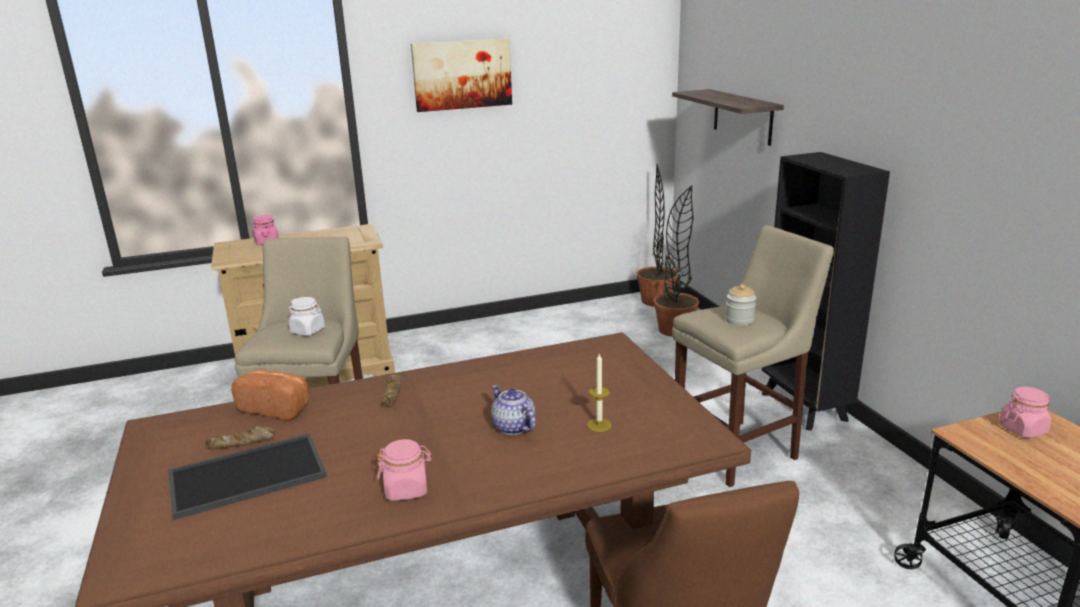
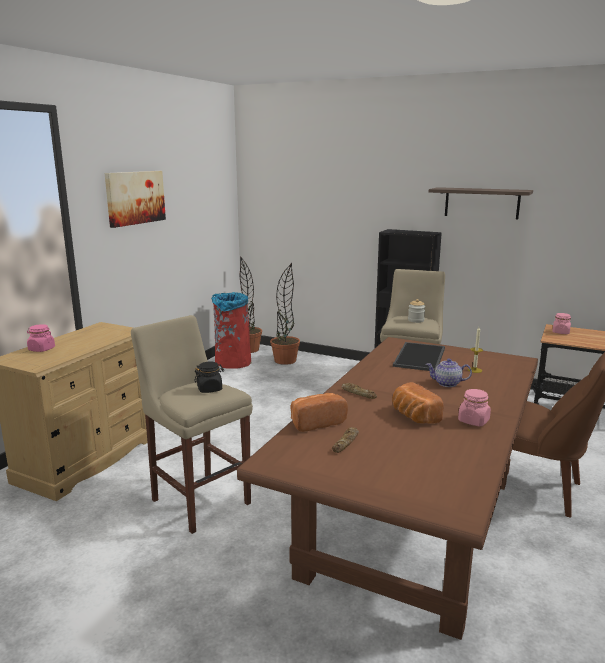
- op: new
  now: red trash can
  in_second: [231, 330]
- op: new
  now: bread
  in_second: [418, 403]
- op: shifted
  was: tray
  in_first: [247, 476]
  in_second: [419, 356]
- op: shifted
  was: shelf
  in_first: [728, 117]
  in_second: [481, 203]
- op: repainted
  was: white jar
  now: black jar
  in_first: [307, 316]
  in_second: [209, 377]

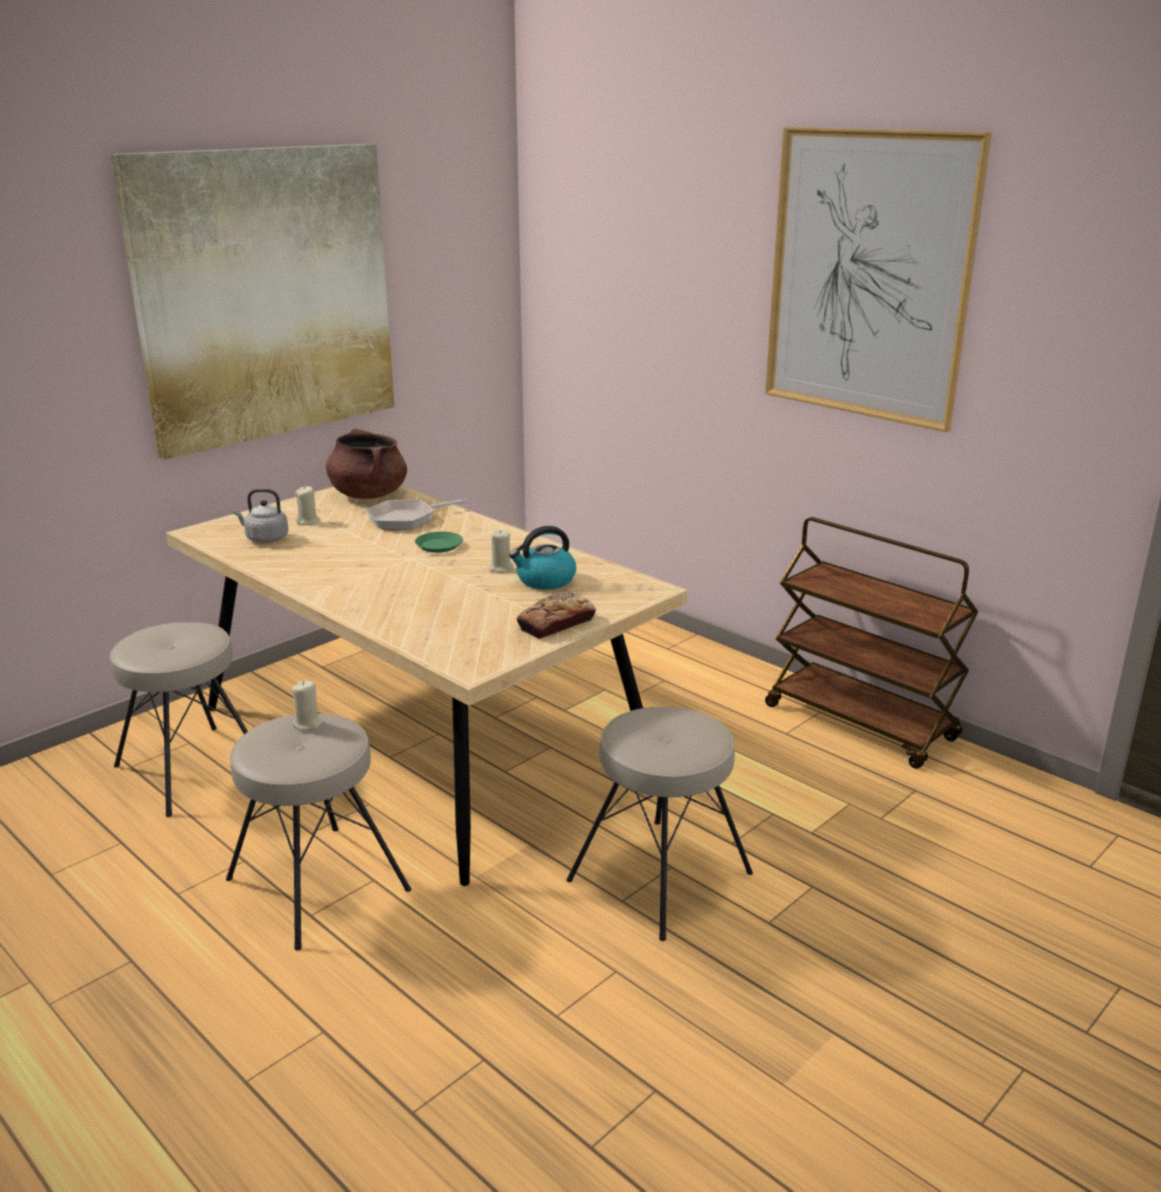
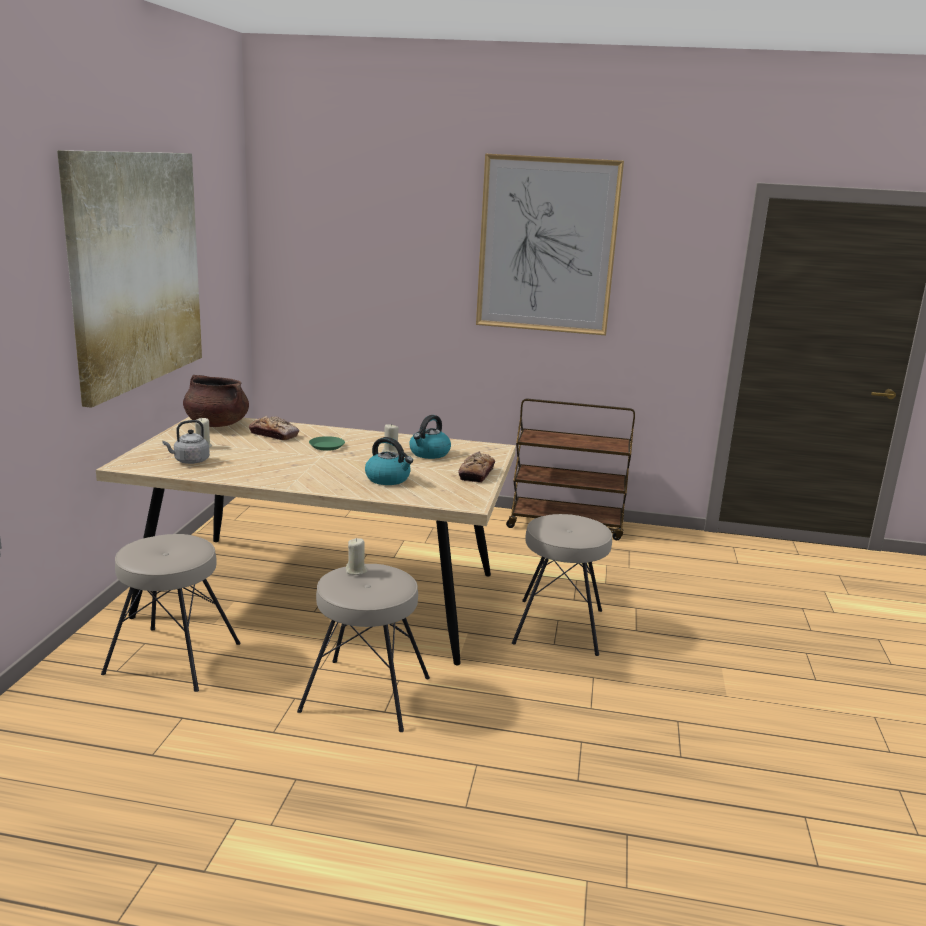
- op: new
  now: kettle
  in_second: [389, 461]
- op: swapped
  was: frying pan
  now: bread
  in_first: [416, 514]
  in_second: [274, 428]

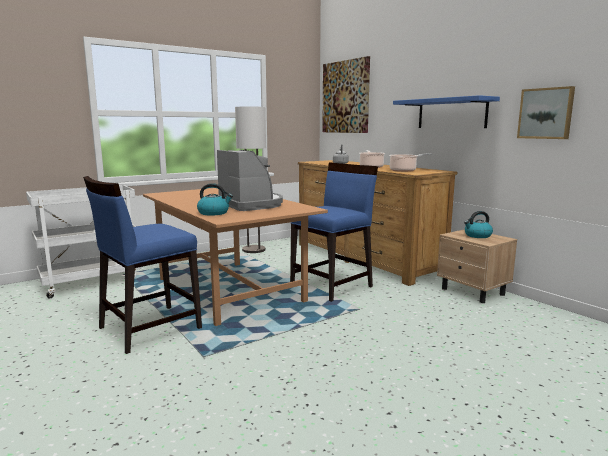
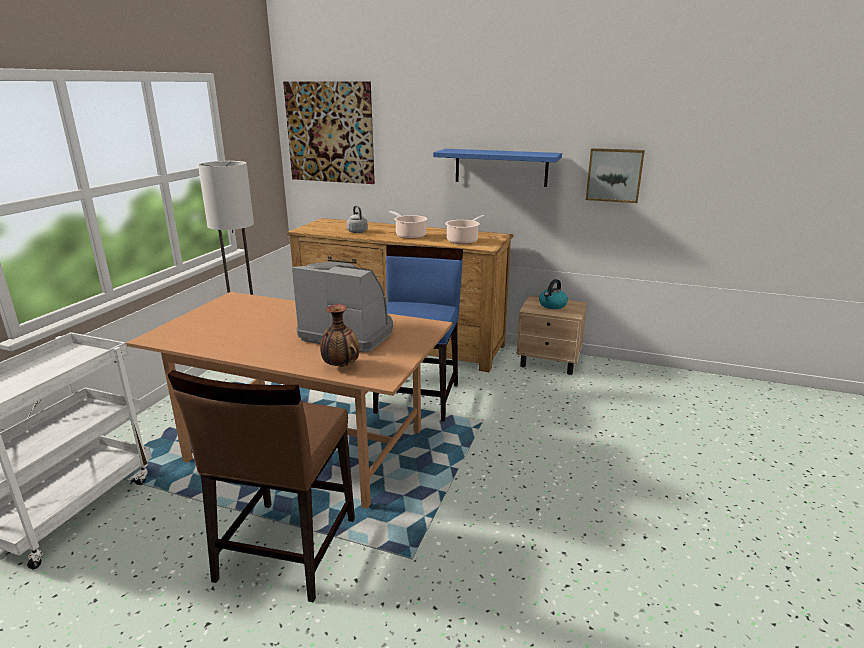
- op: swapped
  was: kettle
  now: vase
  in_first: [215, 199]
  in_second: [340, 335]
- op: repainted
  was: blue chair
  now: brown chair
  in_first: [142, 265]
  in_second: [261, 486]

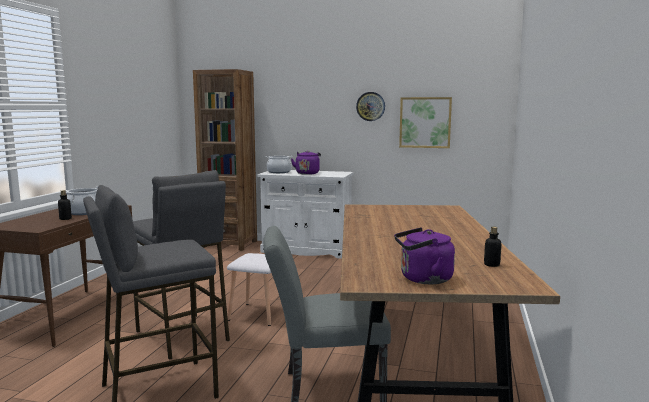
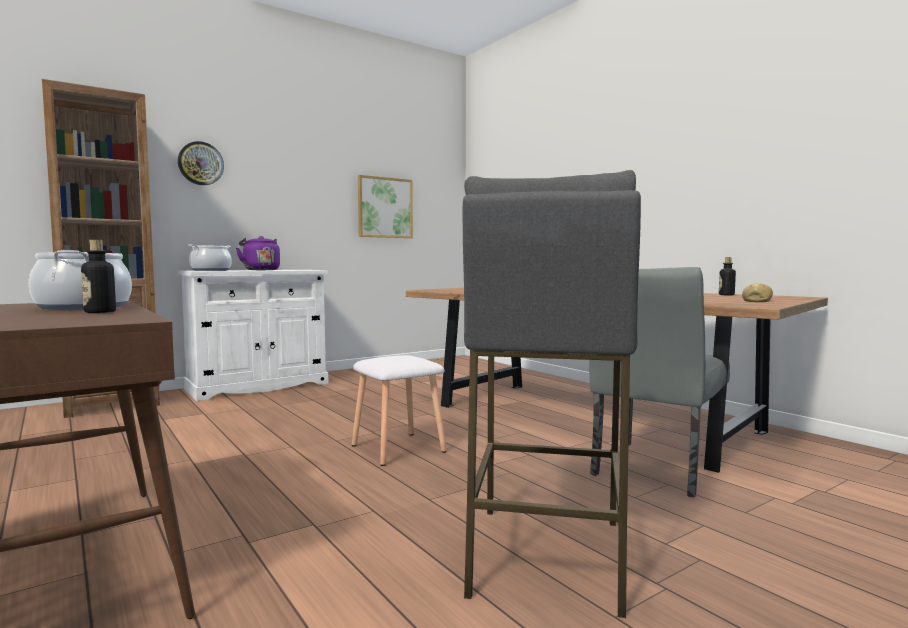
- op: gone
  was: grey stool
  in_first: [181, 265]
- op: shifted
  was: wall clock
  in_first: [370, 106]
  in_second: [201, 163]
- op: swapped
  was: purple kettle
  now: bread
  in_first: [424, 255]
  in_second: [757, 292]

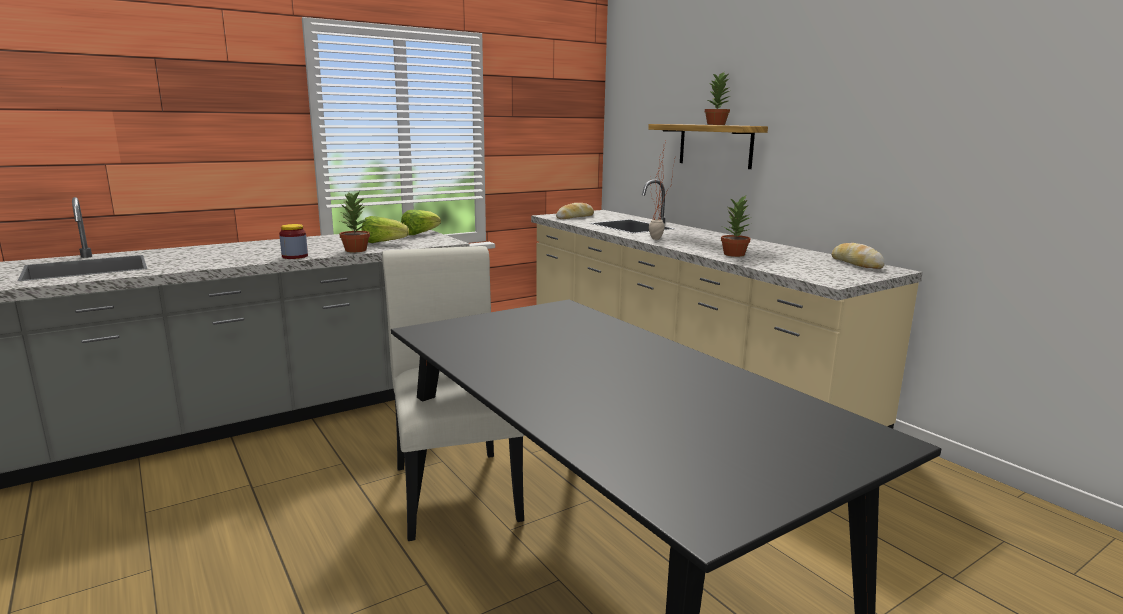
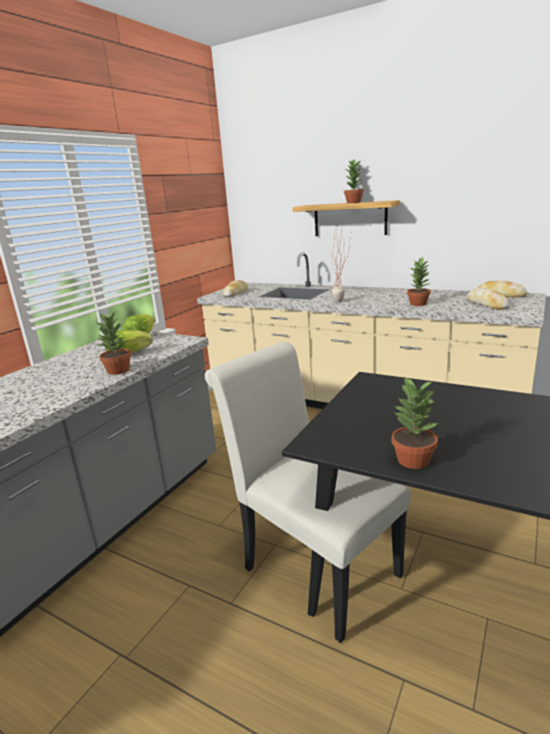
- op: gone
  was: jar
  in_first: [293, 241]
- op: new
  now: potted plant
  in_second: [415, 422]
- op: new
  now: bread
  in_second: [488, 299]

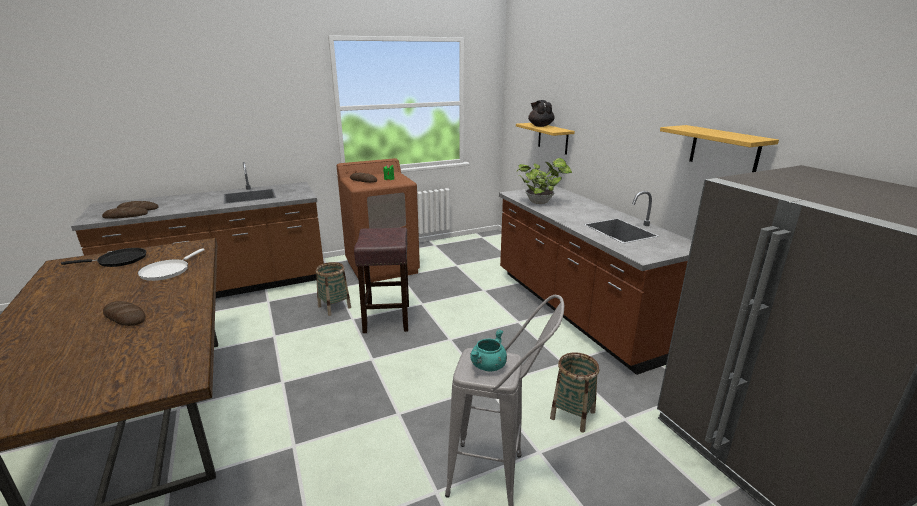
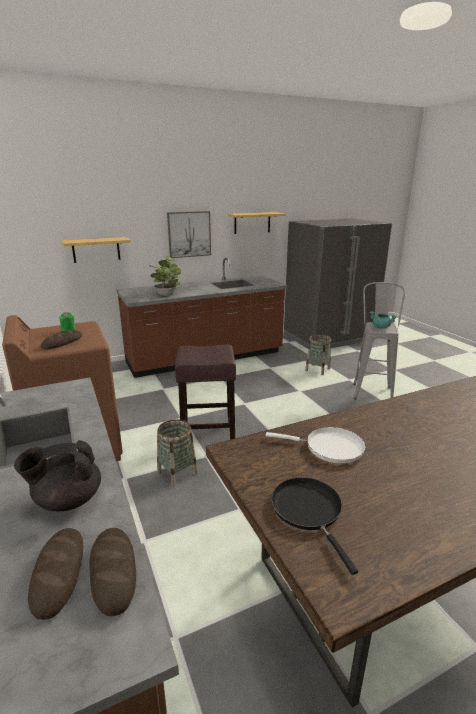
- op: gone
  was: bread
  in_first: [124, 313]
- op: new
  now: picture
  in_second: [189, 234]
- op: shifted
  was: black teapot
  in_first: [541, 113]
  in_second: [57, 475]

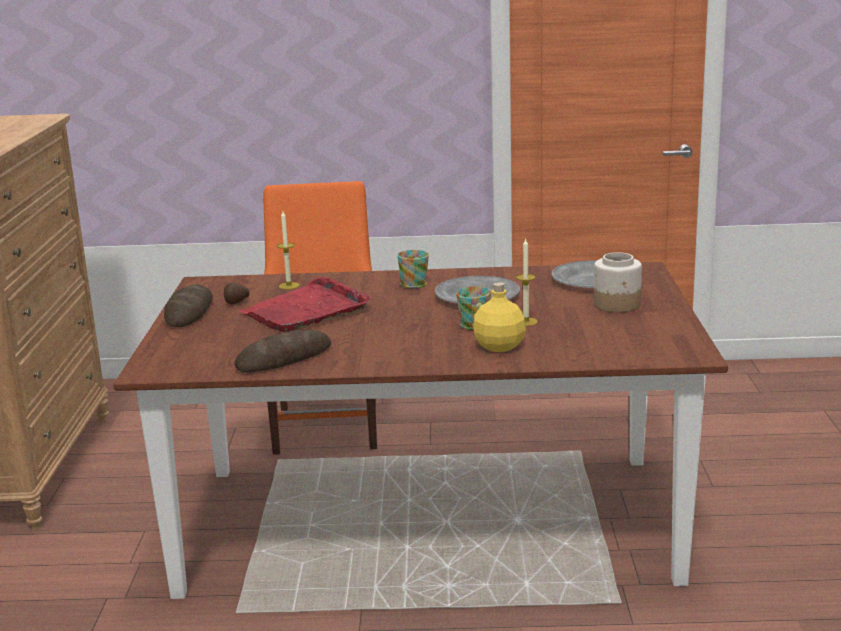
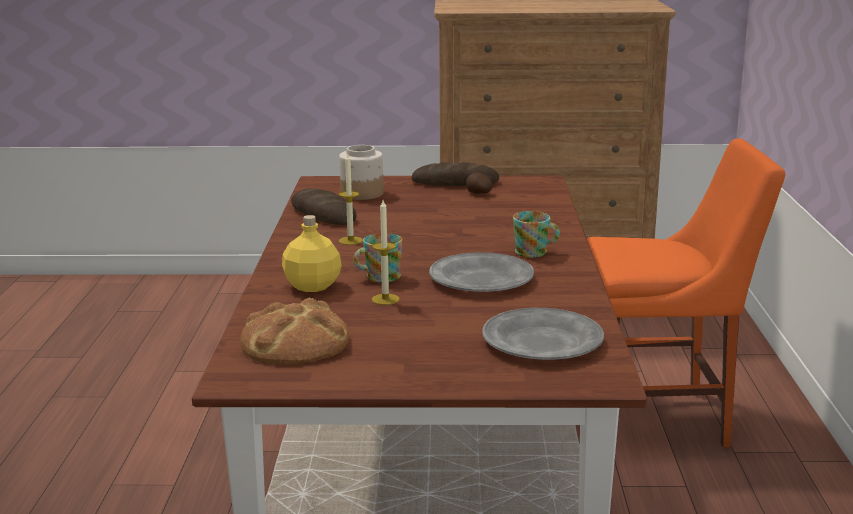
- op: gone
  was: red tray
  in_first: [304, 304]
- op: new
  now: bread
  in_second: [294, 331]
- op: shifted
  was: candle
  in_first: [288, 250]
  in_second: [351, 199]
- op: shifted
  was: jar
  in_first: [618, 282]
  in_second: [361, 172]

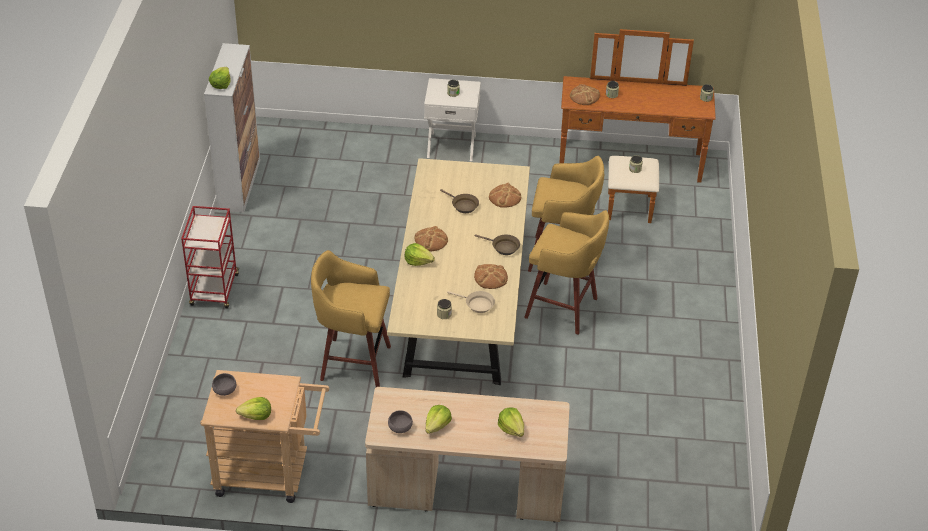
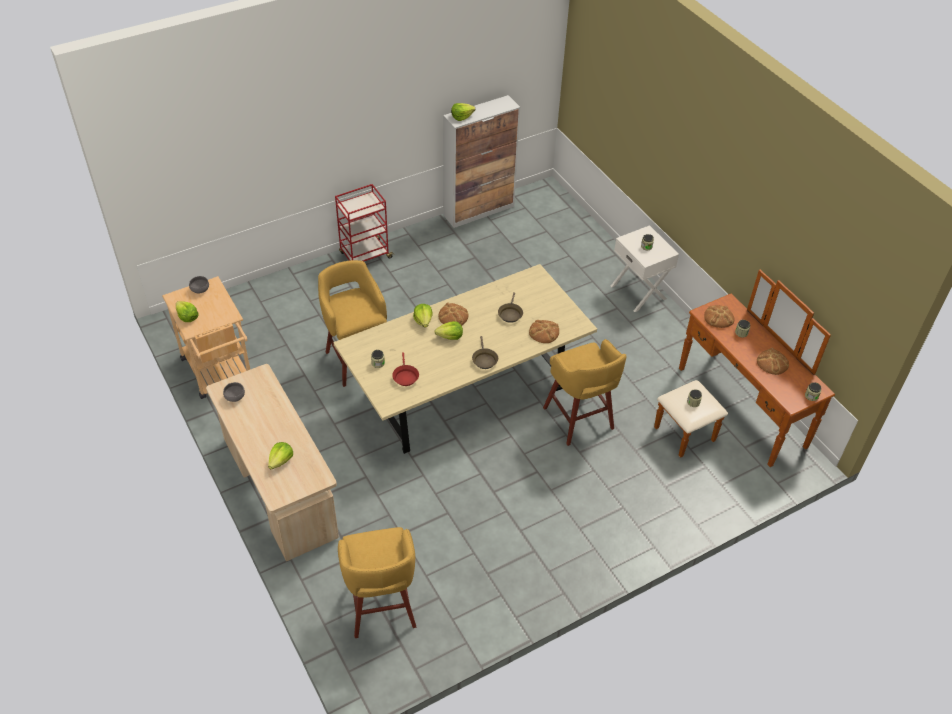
- op: shifted
  was: lettuce
  in_first: [439, 419]
  in_second: [449, 330]
- op: shifted
  was: bread
  in_first: [491, 276]
  in_second: [773, 361]
- op: shifted
  was: yellow stool
  in_first: [566, 272]
  in_second: [377, 582]
- op: repainted
  was: beige frying pan
  now: red frying pan
  in_first: [471, 302]
  in_second: [405, 369]

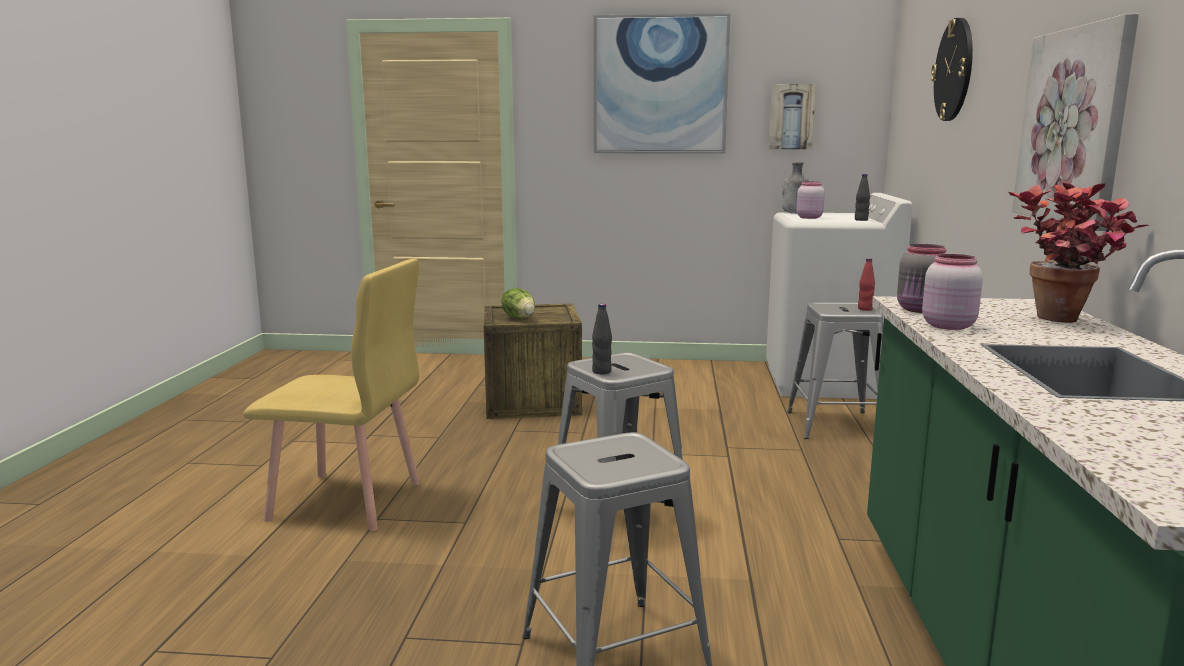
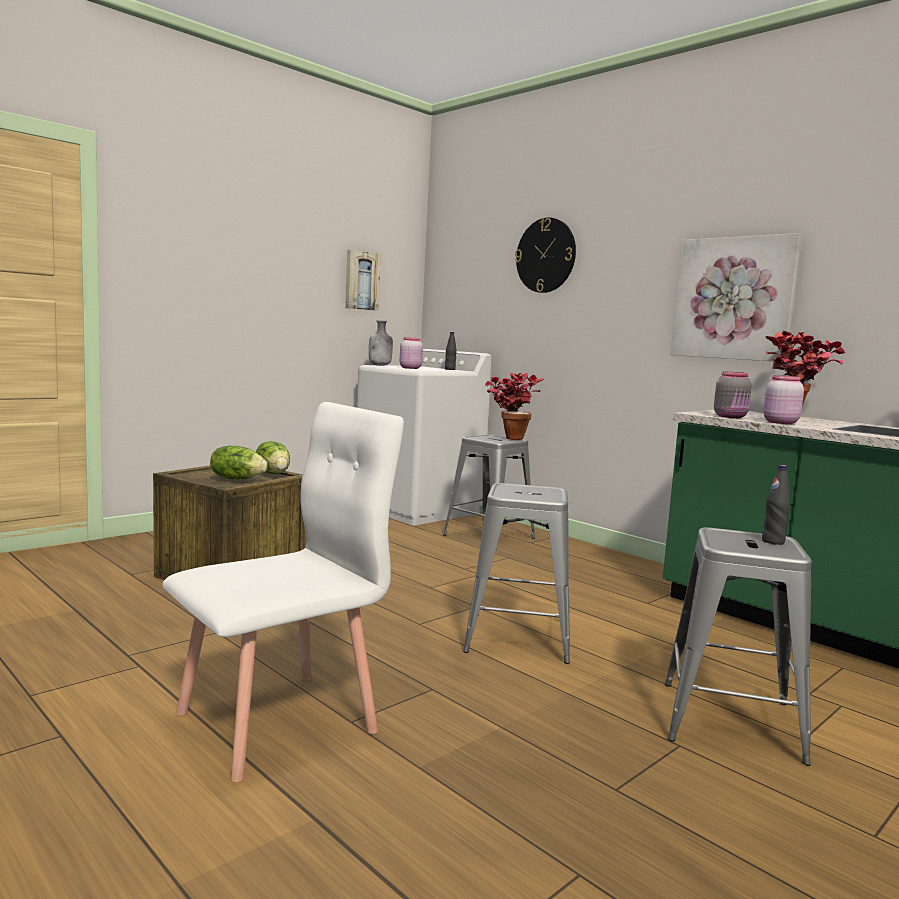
- op: gone
  was: picture
  in_first: [662, 83]
- op: new
  now: lettuce
  in_second: [273, 457]
- op: shifted
  was: black bottle
  in_first: [602, 339]
  in_second: [776, 505]
- op: swapped
  was: red bottle
  now: potted plant
  in_first: [866, 284]
  in_second: [514, 406]
- op: repainted
  was: yellow chair
  now: white chair
  in_first: [331, 395]
  in_second: [283, 592]

